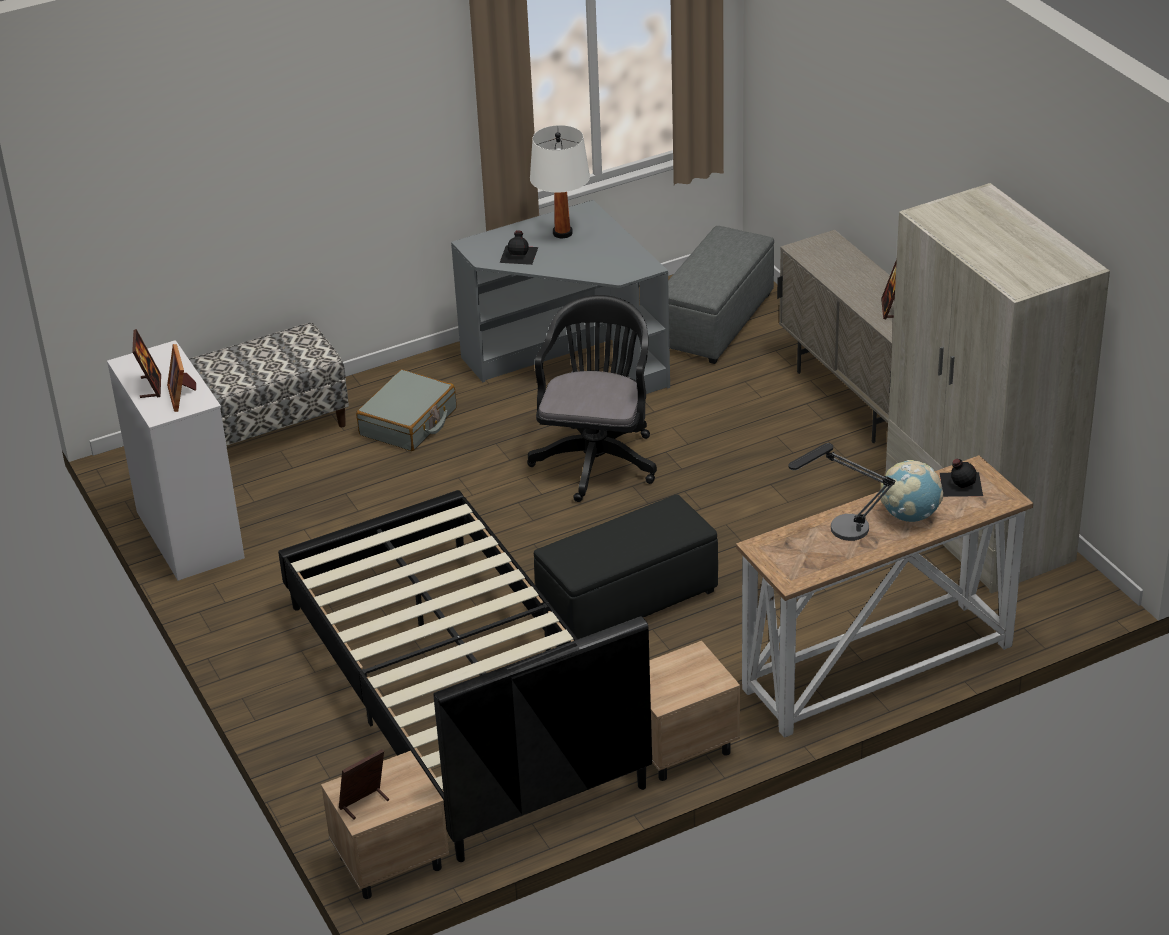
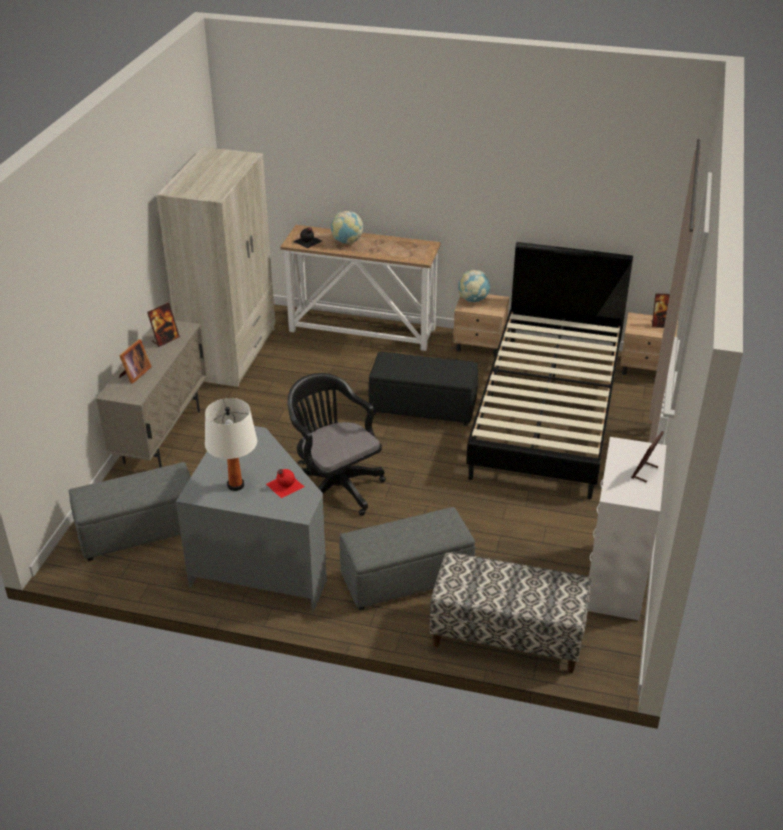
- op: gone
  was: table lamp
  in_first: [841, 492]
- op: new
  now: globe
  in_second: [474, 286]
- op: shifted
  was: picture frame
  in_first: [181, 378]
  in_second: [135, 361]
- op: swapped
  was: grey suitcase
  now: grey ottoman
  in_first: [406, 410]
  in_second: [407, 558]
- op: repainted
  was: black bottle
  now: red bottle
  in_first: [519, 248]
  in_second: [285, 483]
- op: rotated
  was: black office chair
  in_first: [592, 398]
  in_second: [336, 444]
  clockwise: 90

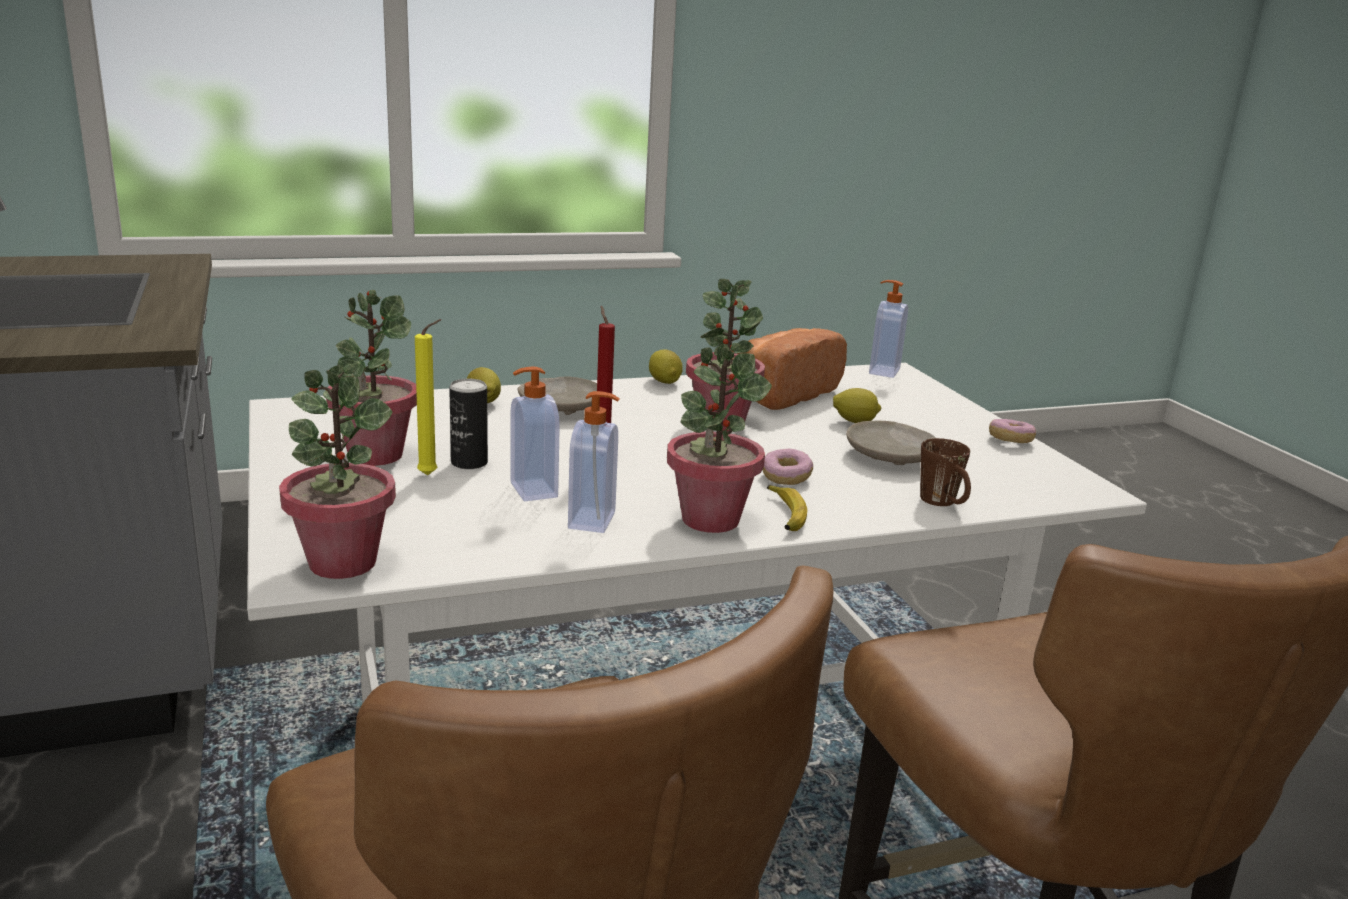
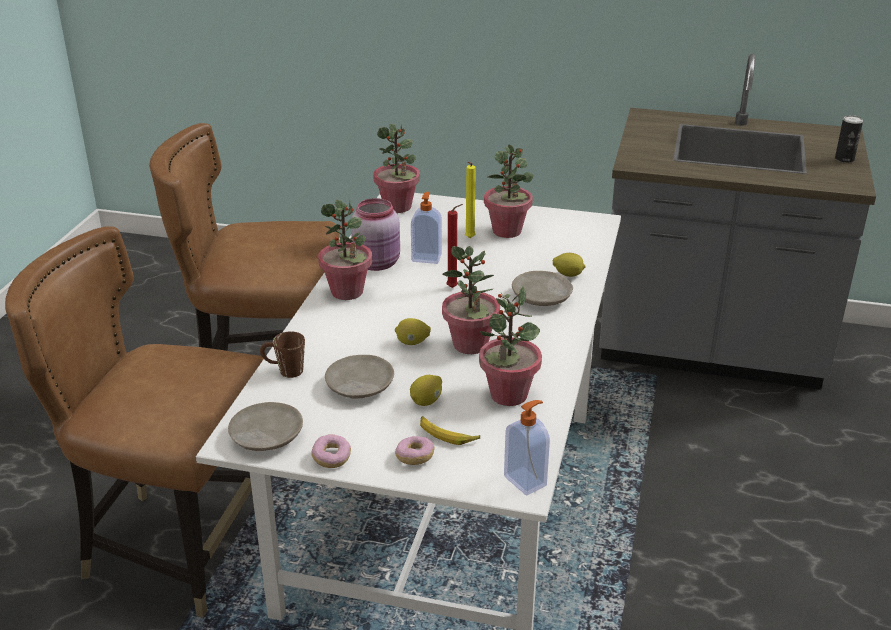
- op: new
  now: beige plate
  in_second: [265, 426]
- op: shifted
  was: can
  in_first: [468, 424]
  in_second: [849, 139]
- op: shifted
  was: lemon
  in_first: [666, 366]
  in_second: [413, 331]
- op: shifted
  was: donut
  in_first: [788, 467]
  in_second: [414, 450]
- op: shifted
  was: banana
  in_first: [787, 508]
  in_second: [450, 430]
- op: swapped
  was: soap dispenser
  now: pink jar
  in_first: [594, 462]
  in_second: [375, 234]
- op: swapped
  was: bread
  now: potted plant
  in_first: [792, 369]
  in_second: [510, 346]

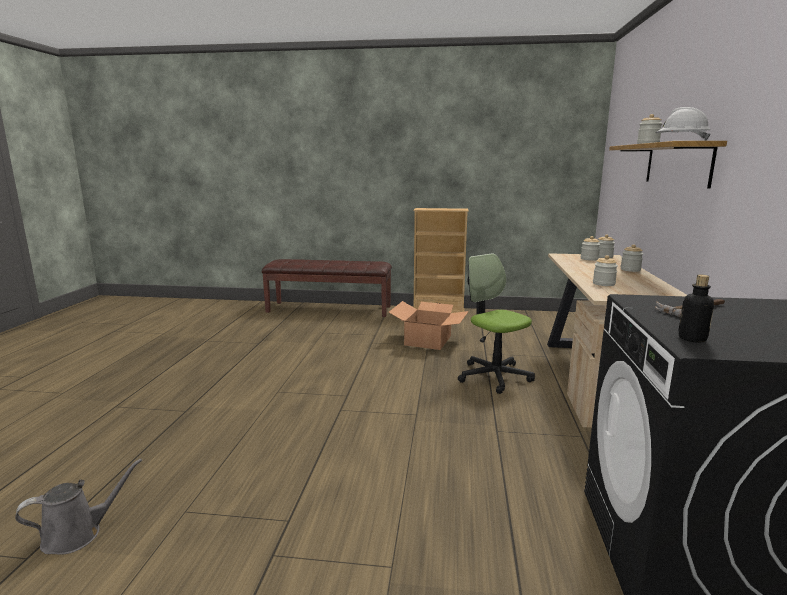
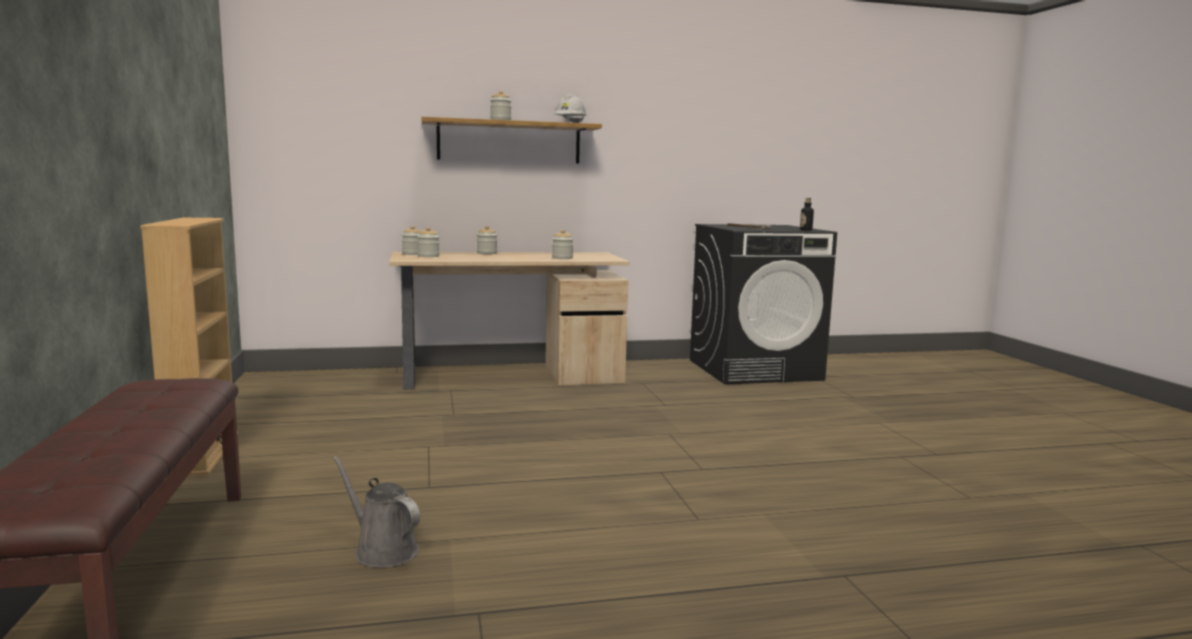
- op: gone
  was: cardboard box
  in_first: [429, 325]
- op: gone
  was: office chair
  in_first: [496, 323]
- op: shifted
  was: grey watering can
  in_first: [78, 507]
  in_second: [376, 512]

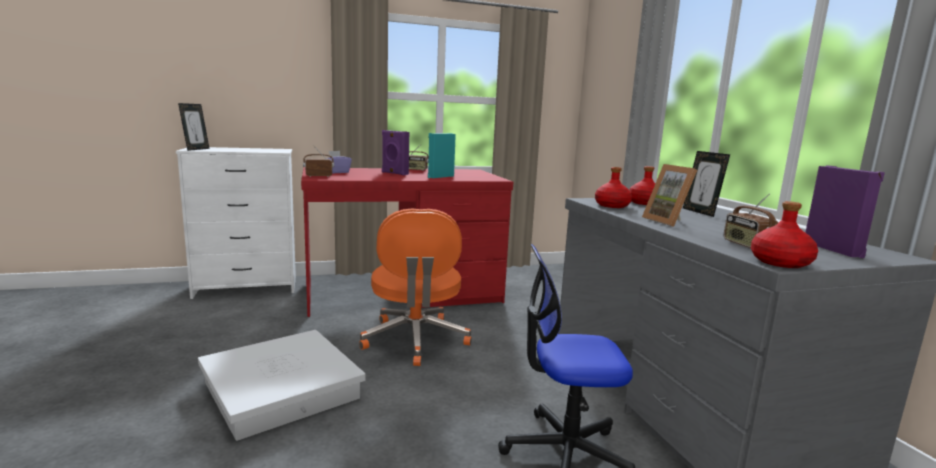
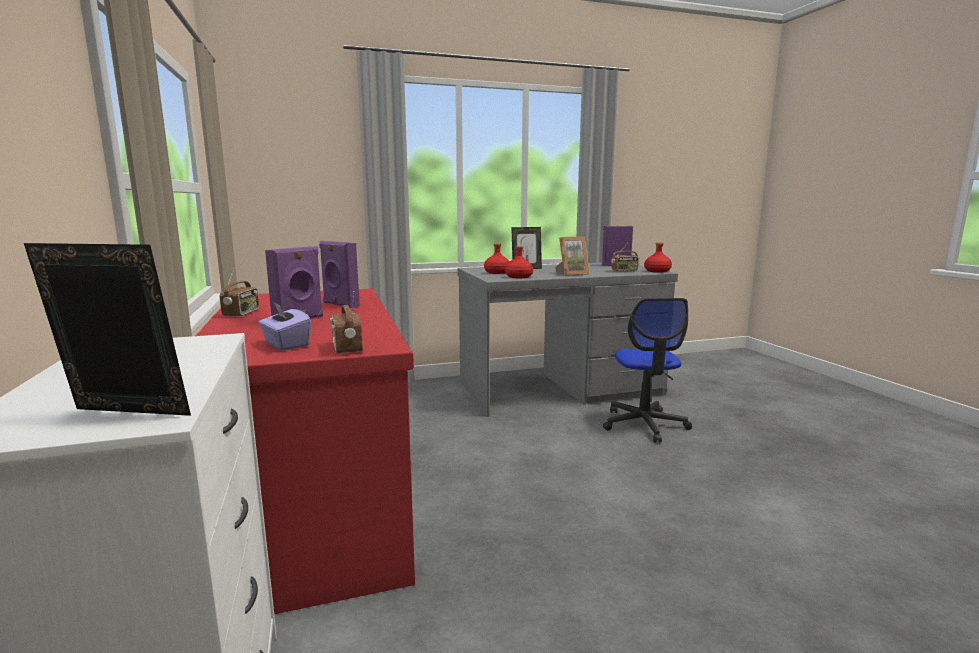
- op: gone
  was: white storage box
  in_first: [282, 385]
- op: gone
  was: orange office chair
  in_first: [415, 287]
- op: repainted
  was: turquoise speaker
  now: purple speaker
  in_first: [442, 155]
  in_second: [339, 274]

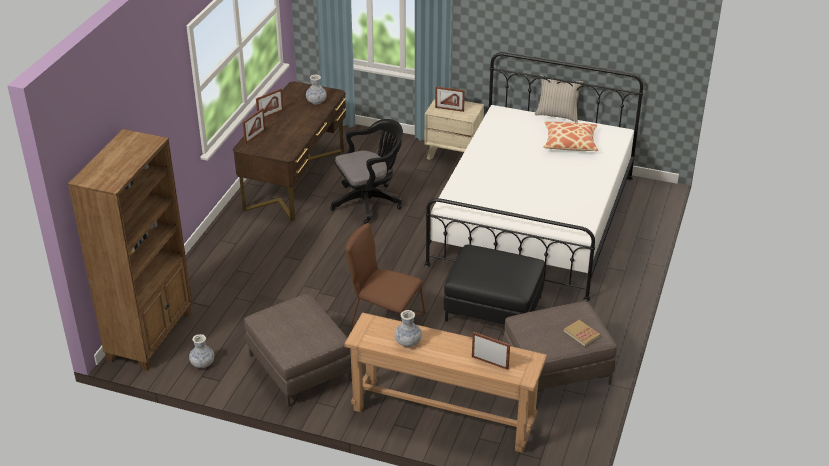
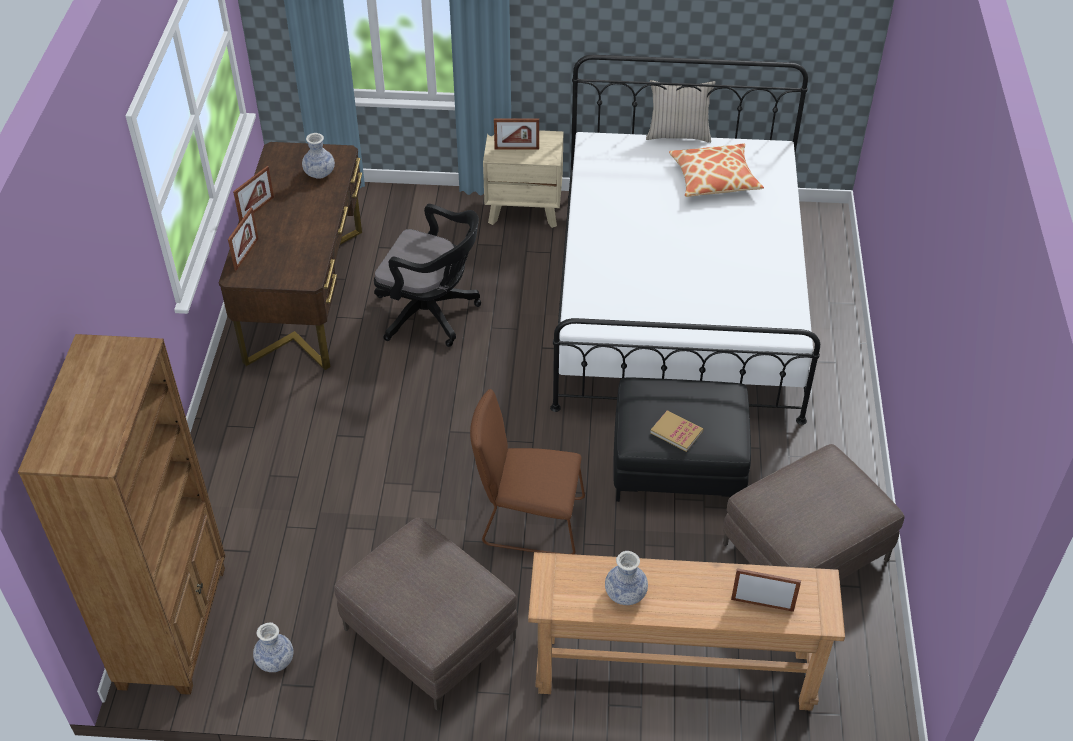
- op: shifted
  was: book
  in_first: [582, 333]
  in_second: [676, 431]
- op: rotated
  was: black office chair
  in_first: [366, 171]
  in_second: [427, 275]
  clockwise: 60

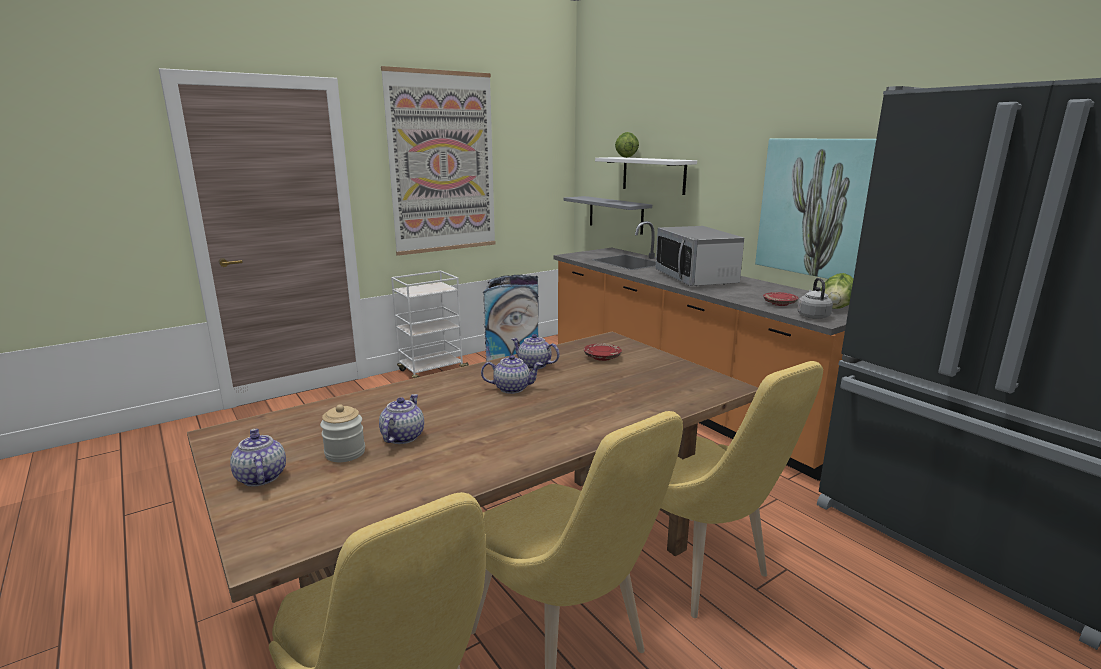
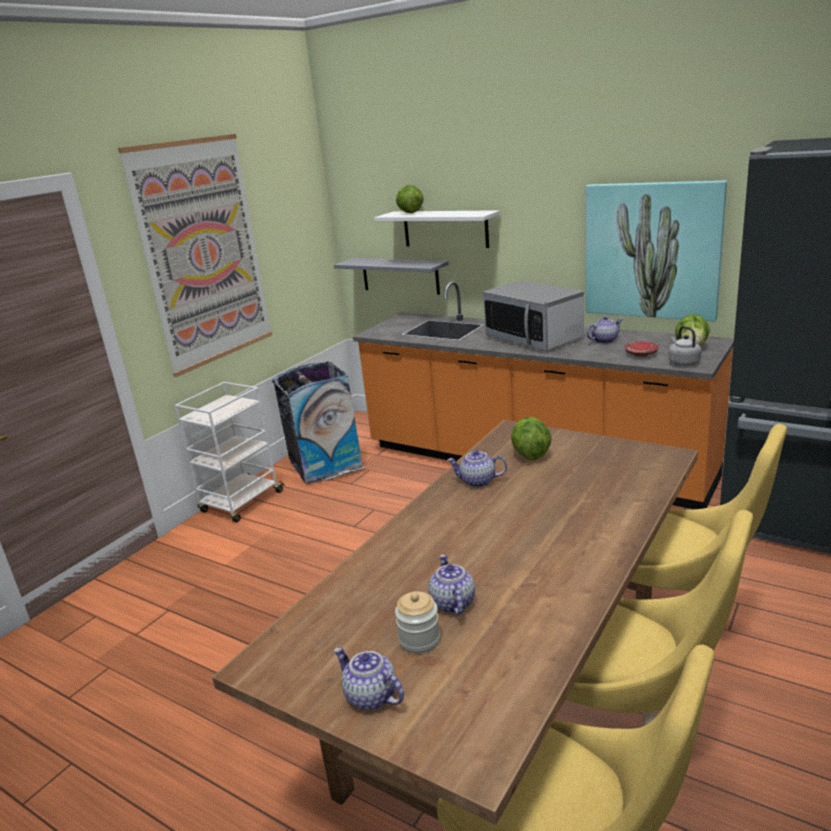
- op: shifted
  was: teapot
  in_first: [511, 374]
  in_second: [605, 330]
- op: swapped
  was: red plate
  now: lettuce
  in_first: [603, 352]
  in_second: [531, 438]

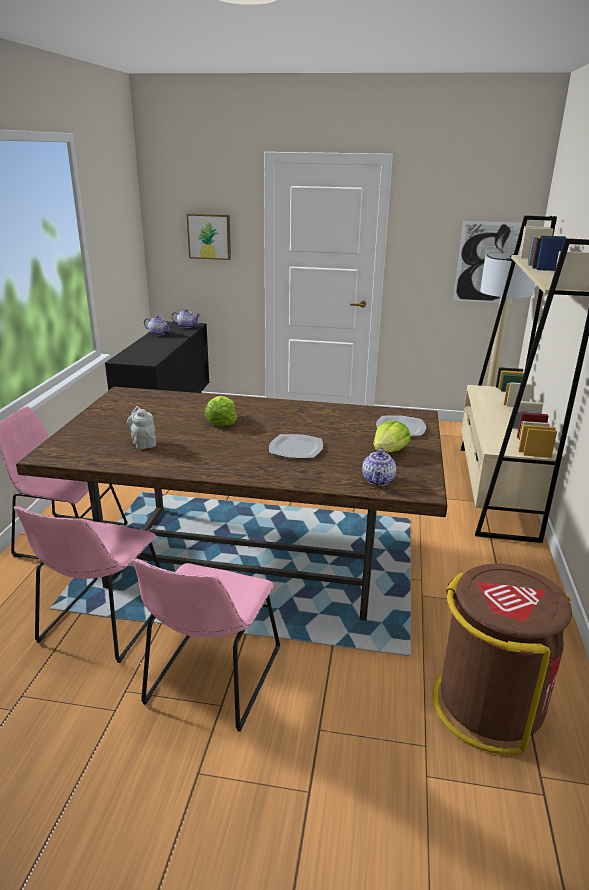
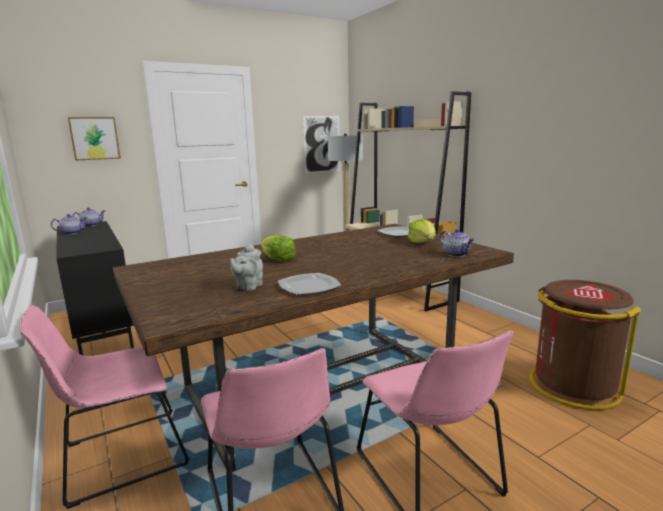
- op: shifted
  was: plate
  in_first: [296, 446]
  in_second: [309, 284]
- op: rotated
  was: grey teapot
  in_first: [141, 427]
  in_second: [246, 267]
  clockwise: -90

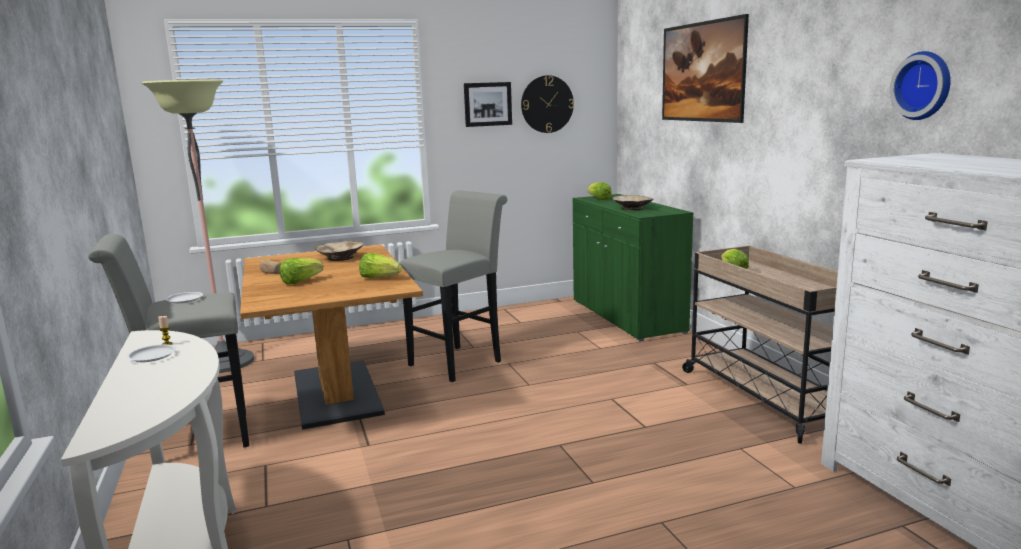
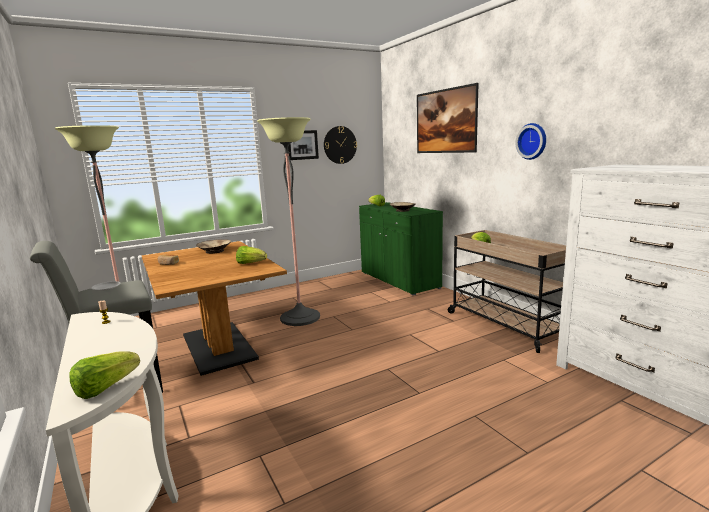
- op: gone
  was: white plate
  in_first: [151, 353]
- op: shifted
  was: lettuce
  in_first: [301, 271]
  in_second: [104, 375]
- op: shifted
  was: wall clock
  in_first: [920, 85]
  in_second: [530, 141]
- op: swapped
  was: grey stool
  now: floor lamp
  in_first: [453, 286]
  in_second: [288, 221]

